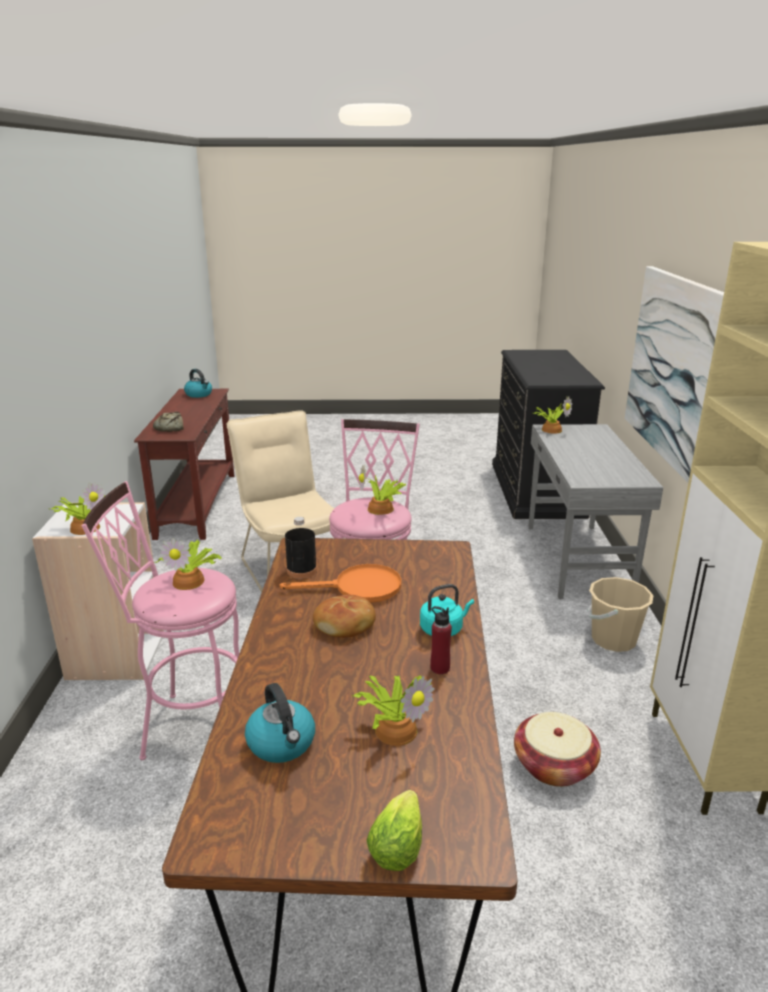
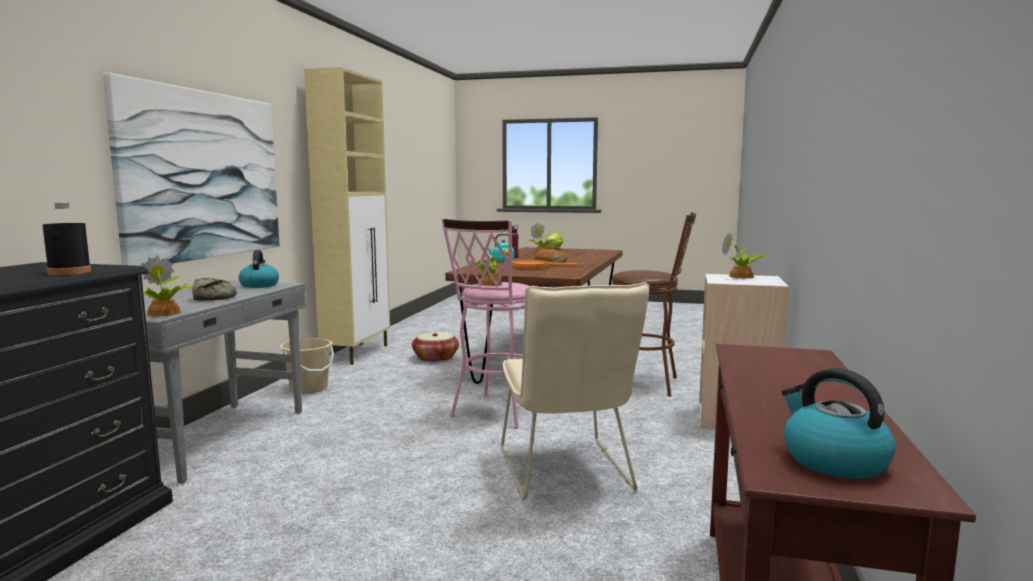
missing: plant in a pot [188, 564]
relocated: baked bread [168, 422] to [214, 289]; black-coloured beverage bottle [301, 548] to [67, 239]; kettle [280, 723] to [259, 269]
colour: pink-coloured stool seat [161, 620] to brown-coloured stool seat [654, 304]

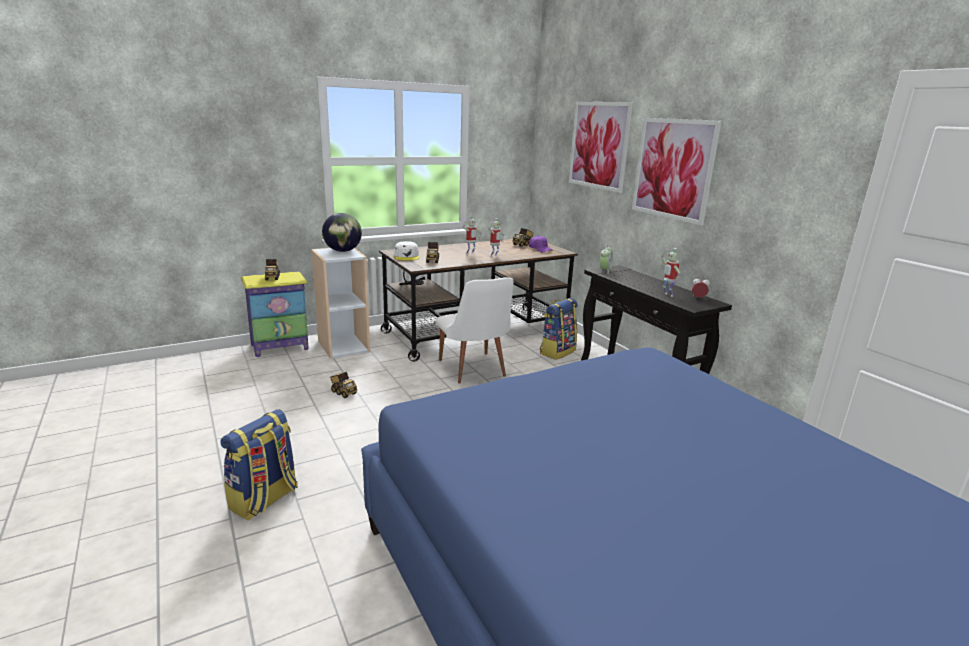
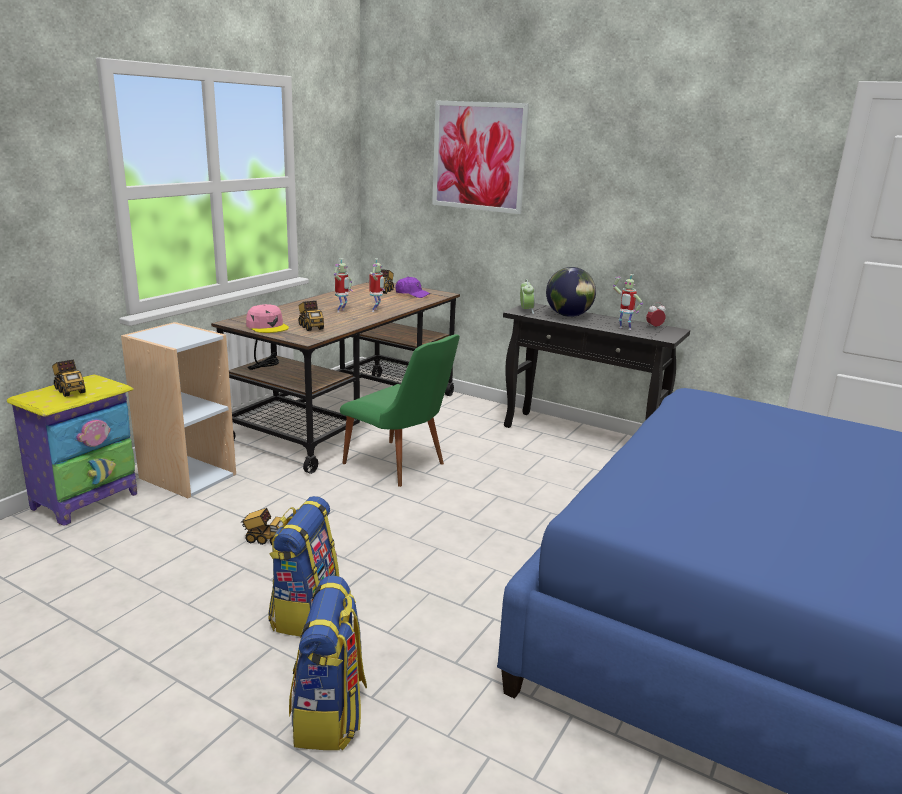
missing: wall art [677, 171]
relocated: globe [342, 232] to [571, 292]; rucksack [559, 329] to [303, 566]
colour: white baseball cap [406, 251] to pink-coloured baseball cap [267, 318]; white plain chair [474, 330] to green plain chair [400, 410]

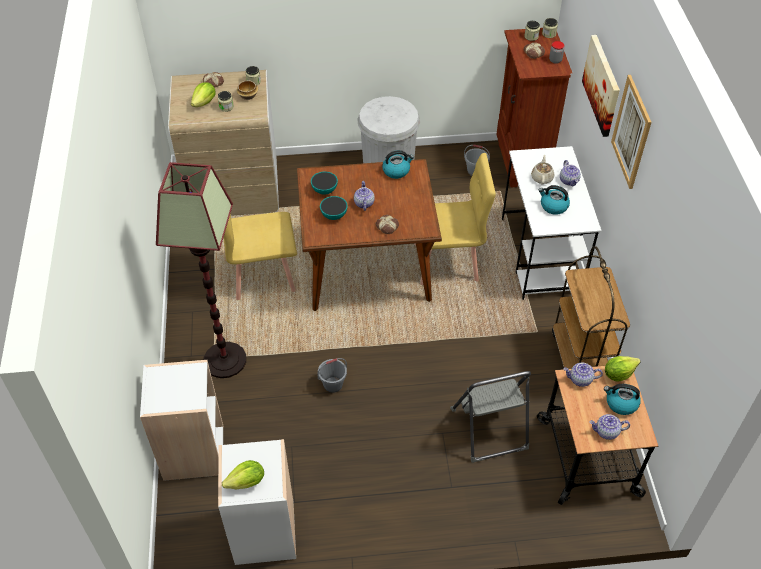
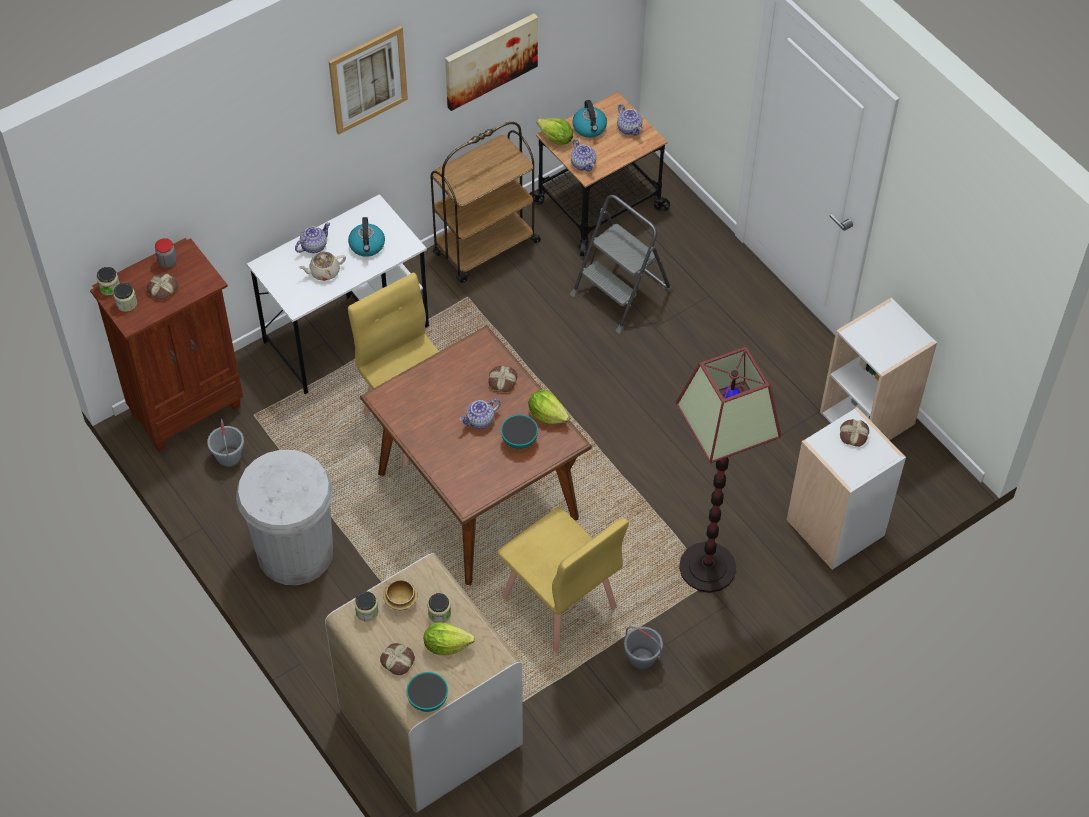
missing: kettle [398, 164]
appeared: baked bread [854, 433]
relocated: wall art [601, 86] to [491, 62]; serving bowl [324, 183] to [427, 692]; greyish pail [332, 375] to [643, 648]; lettuce [243, 474] to [549, 406]

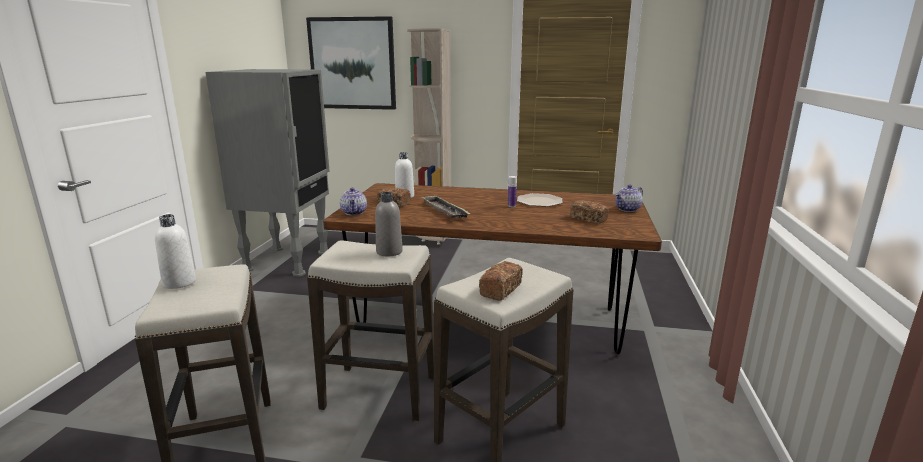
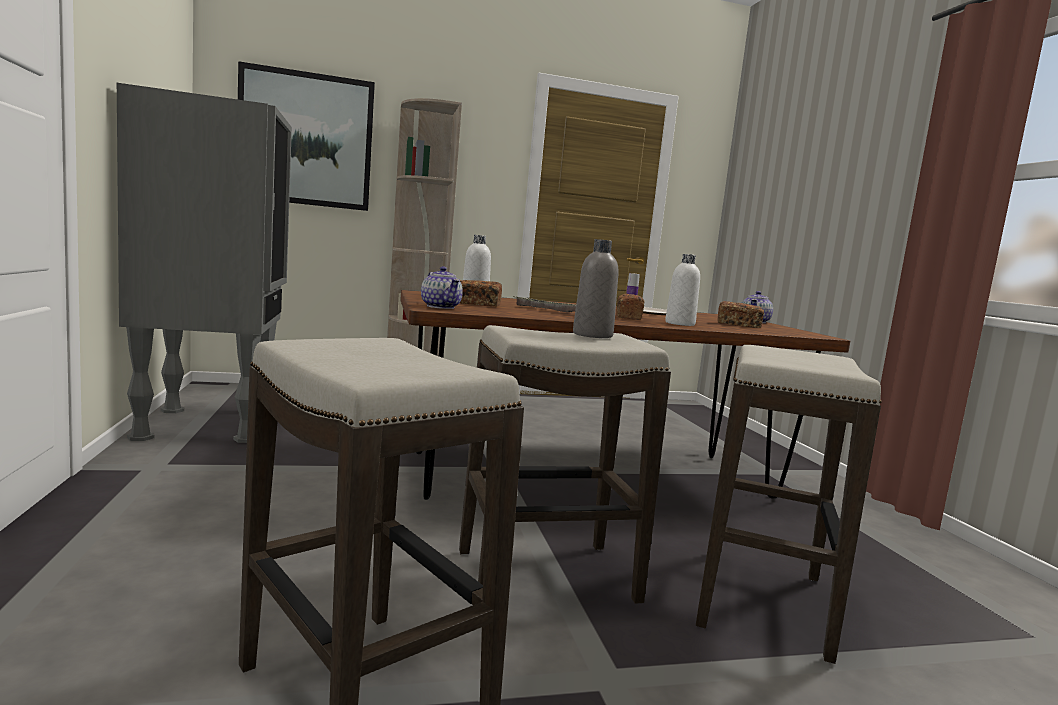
relocated: white beverage bottle [175, 251] to [682, 290]; baked bread [501, 281] to [631, 307]

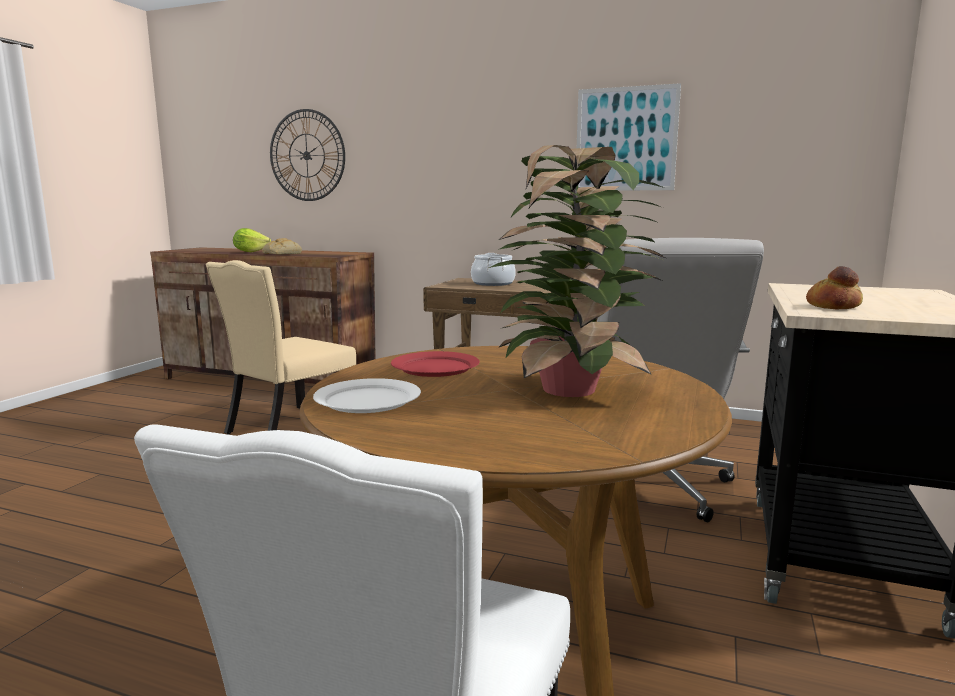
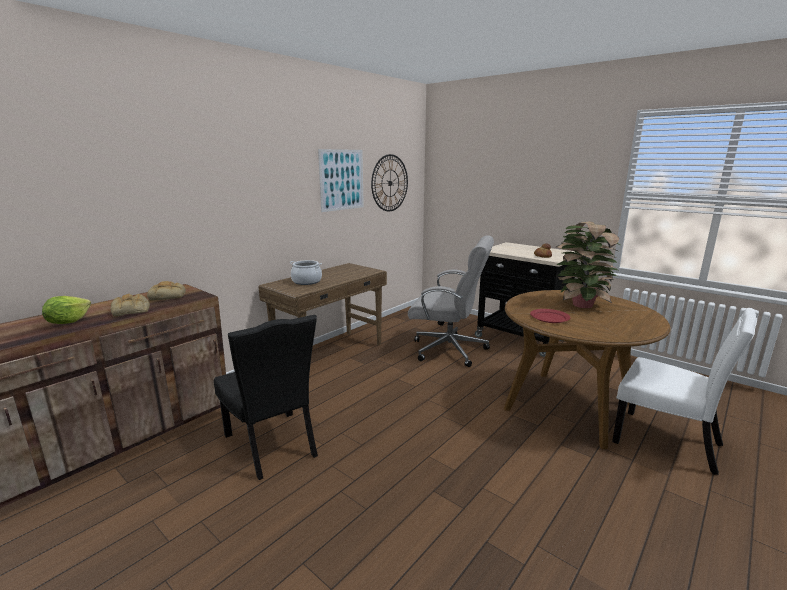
missing: white dinner plate [367, 395]
appeared: baked bread [166, 291]
relocated: hanging clock [307, 155] to [389, 182]
colour: beige-coloured plain chair [281, 347] to black-coloured plain chair [266, 397]

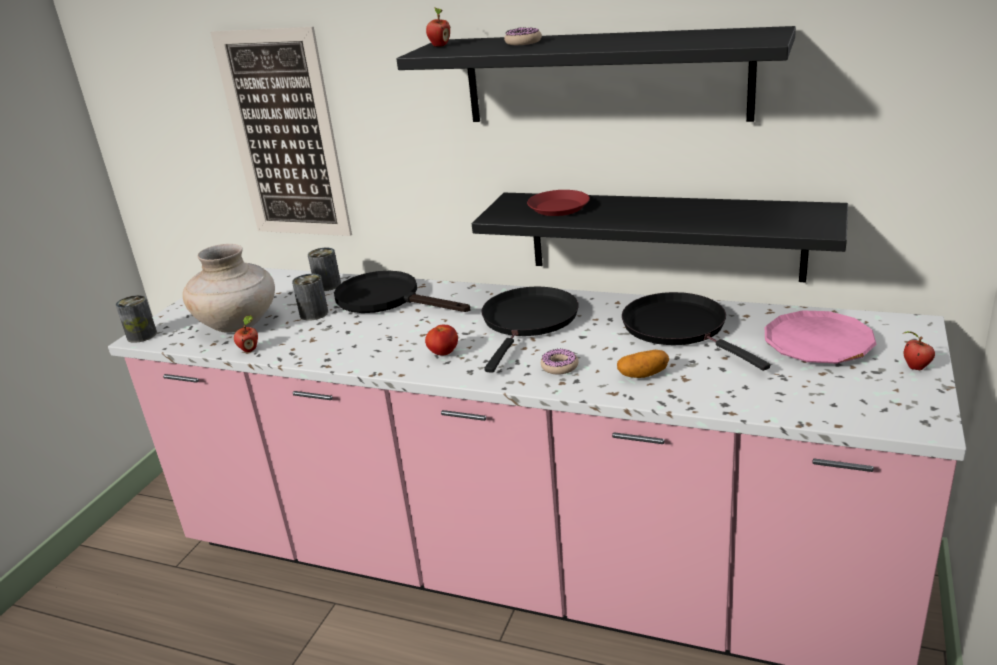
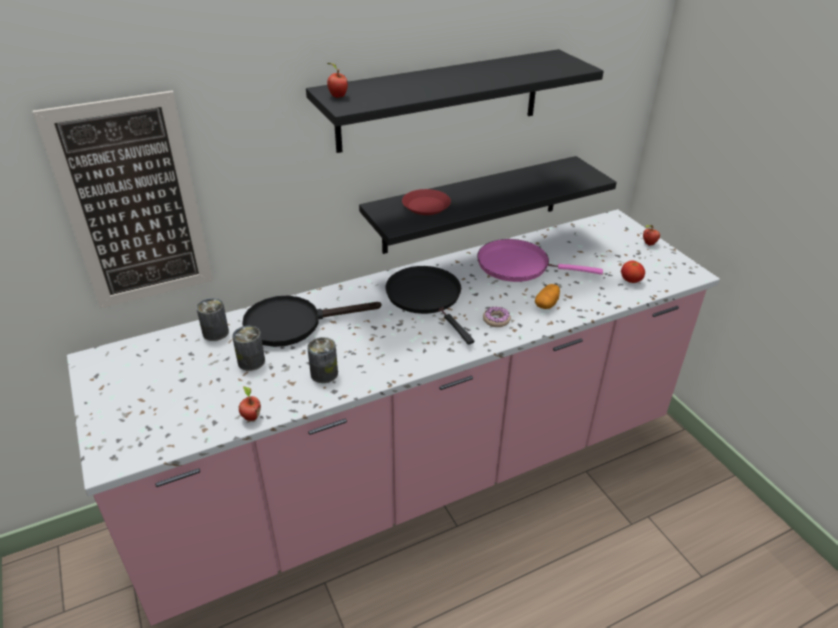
missing: ring doughnut [523, 36]; beige-coloured flower vase [229, 288]; pink-coloured dinner plate [821, 336]
relocated: can [136, 319] to [322, 360]; whole tomato [441, 340] to [633, 271]
colour: black-coloured frying pan [696, 331] to pink-coloured frying pan [540, 260]

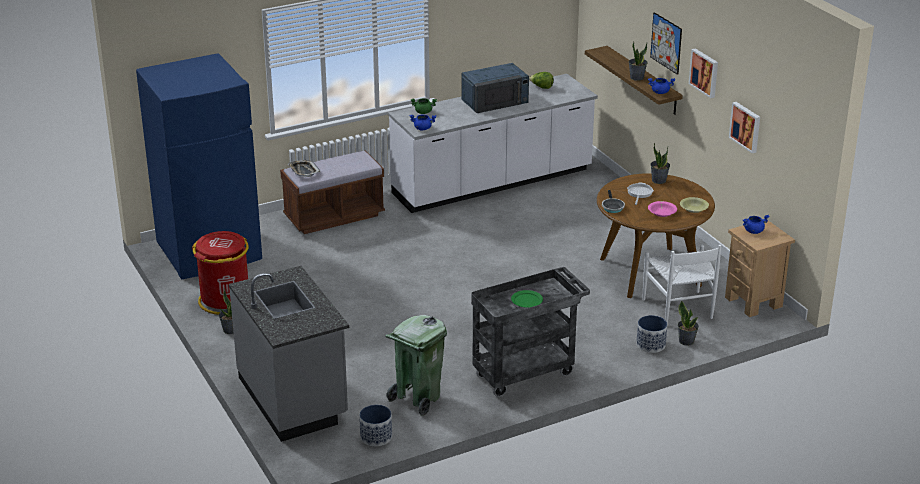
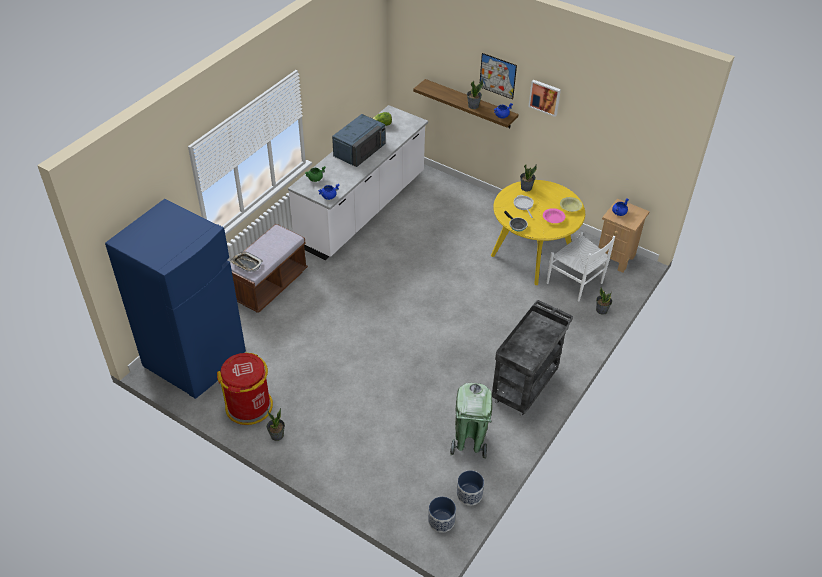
missing: wall art [744, 127]; greyish counter [289, 354]; green dinner plate [527, 299]
relocated: plant pot [651, 334] to [442, 514]
colour: brown-coloured kitchen table [656, 235] to yellowish kitchen table [538, 232]

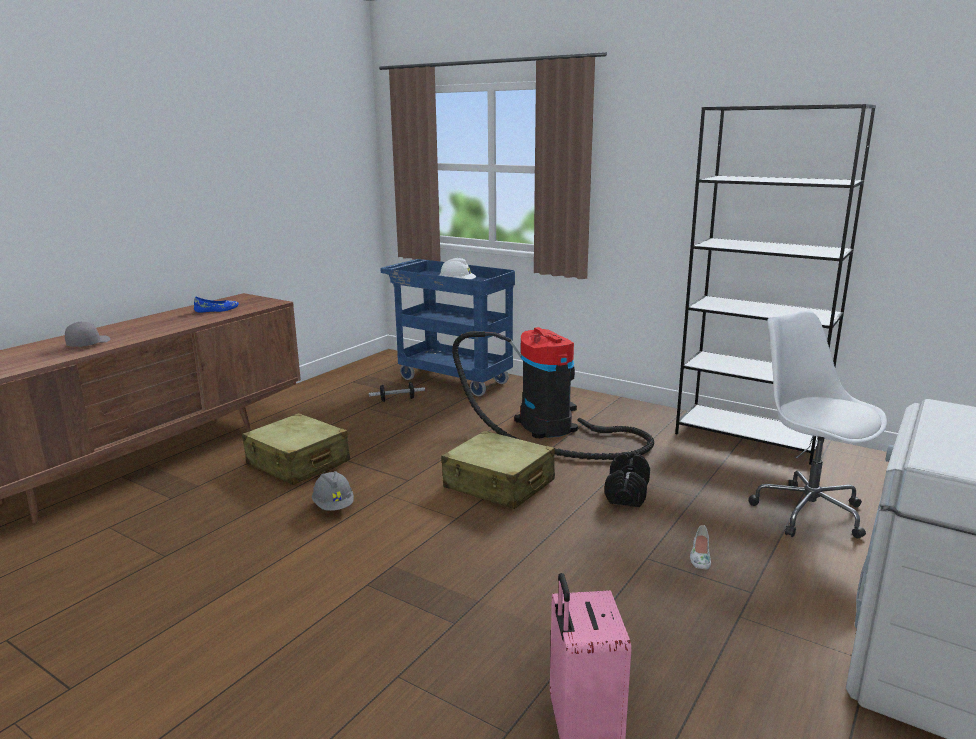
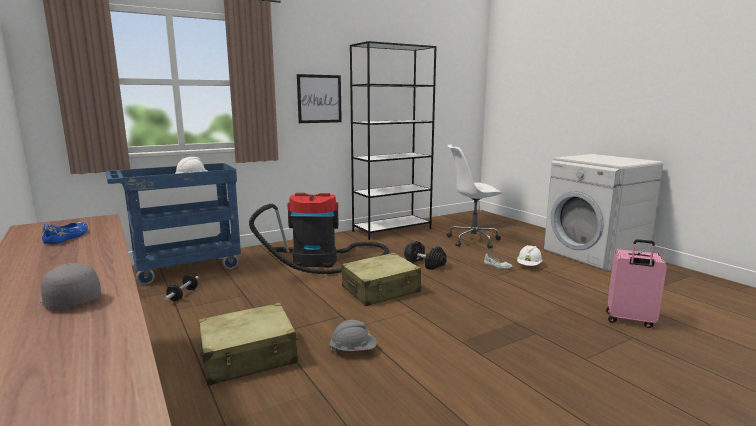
appeared: wall art [319, 98]; white work helmet [530, 255]

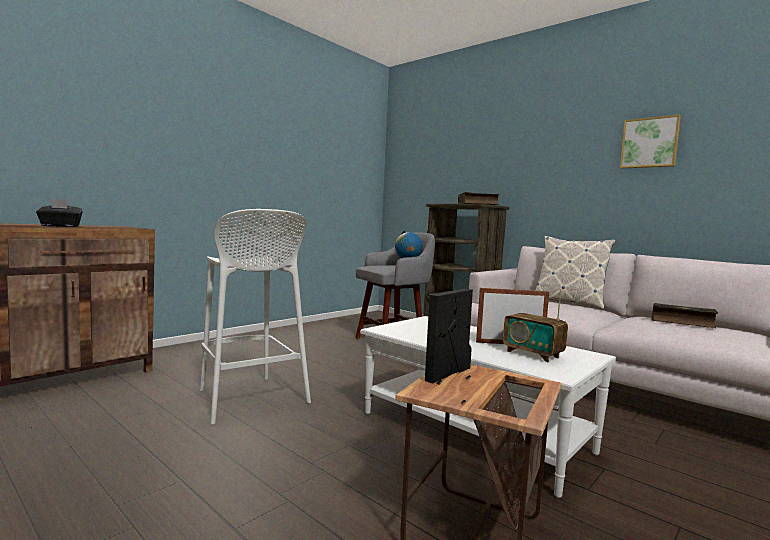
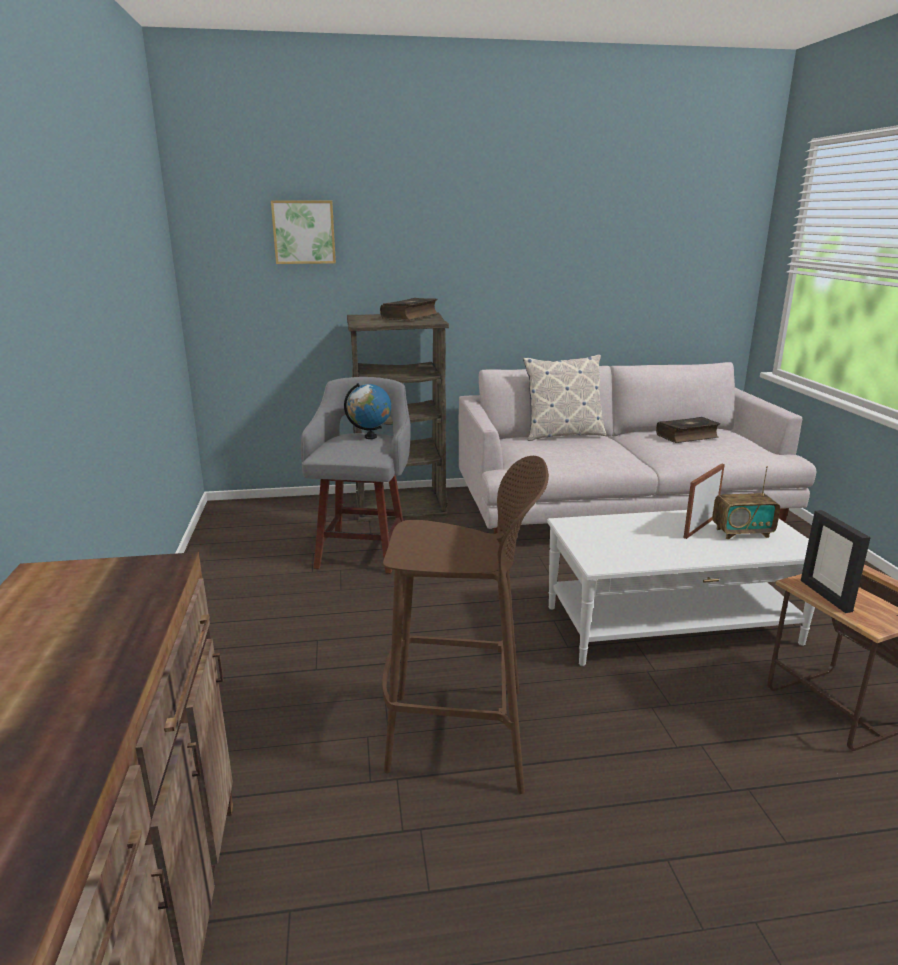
missing: black-coloured box of tissues [59, 212]
relocated: wall art [650, 141] to [303, 232]
colour: white stool seat [255, 316] to brown-coloured stool seat [465, 625]

